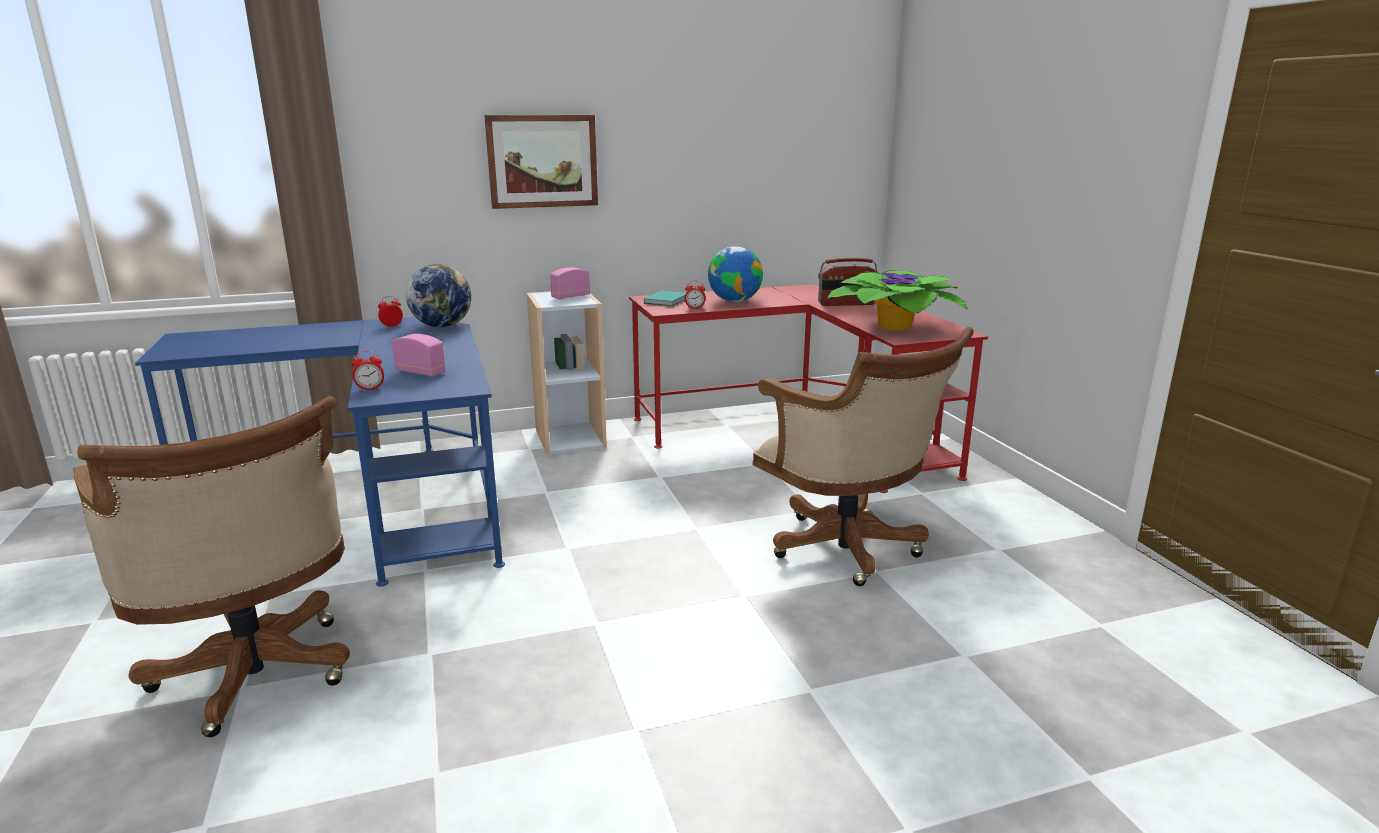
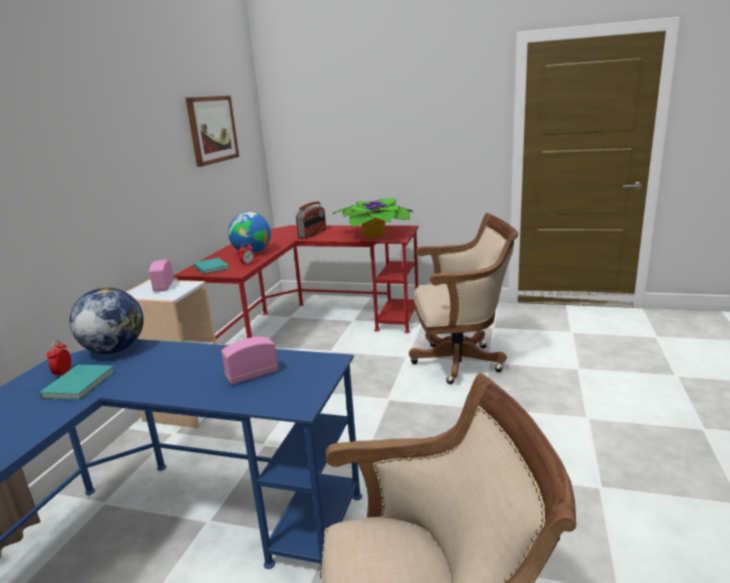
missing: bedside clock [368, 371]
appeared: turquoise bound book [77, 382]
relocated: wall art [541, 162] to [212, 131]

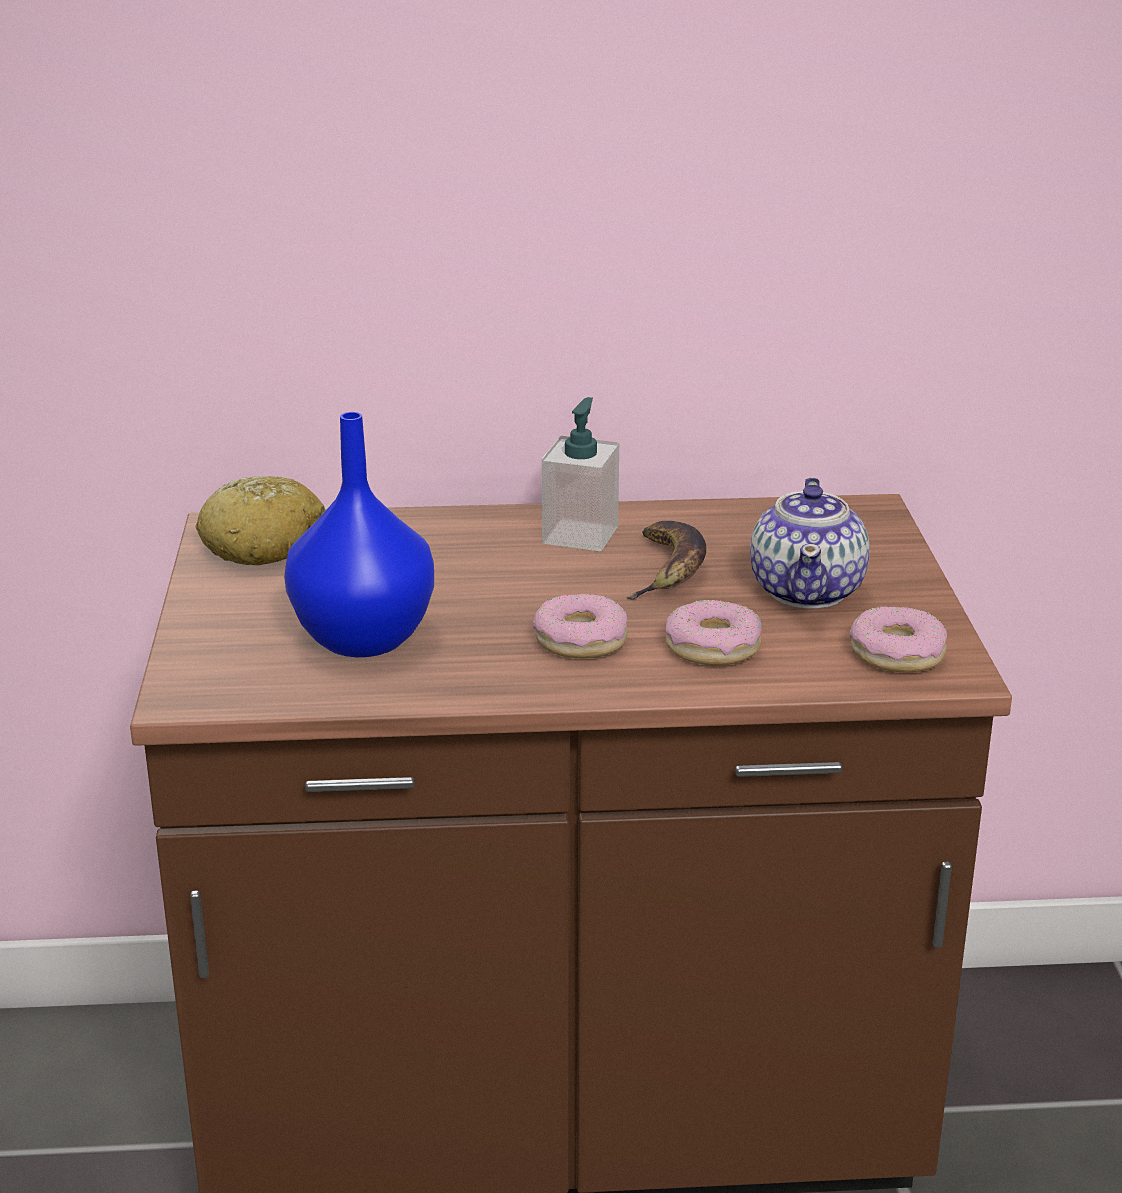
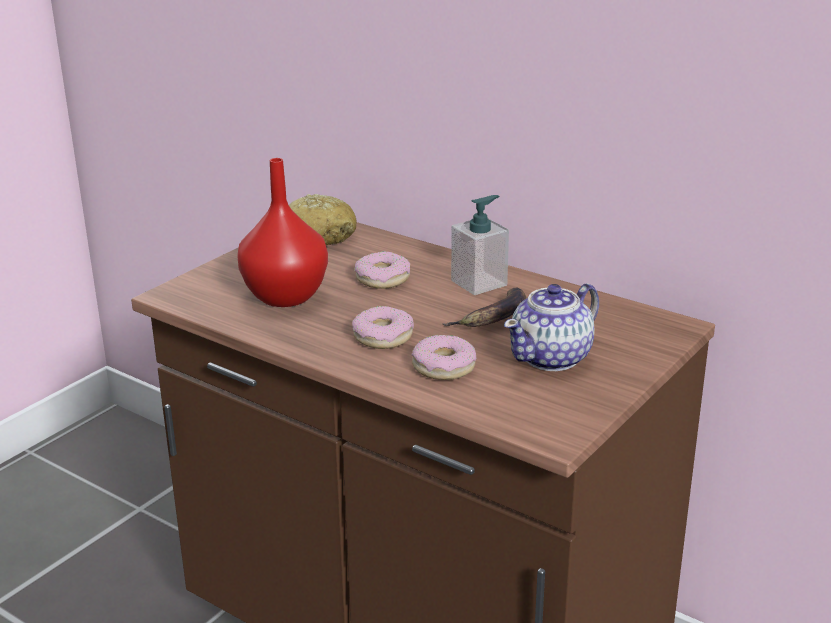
relocated: ring doughnut [898, 639] to [382, 270]
colour: blue flower vase [359, 534] to reddish flower vase [282, 232]

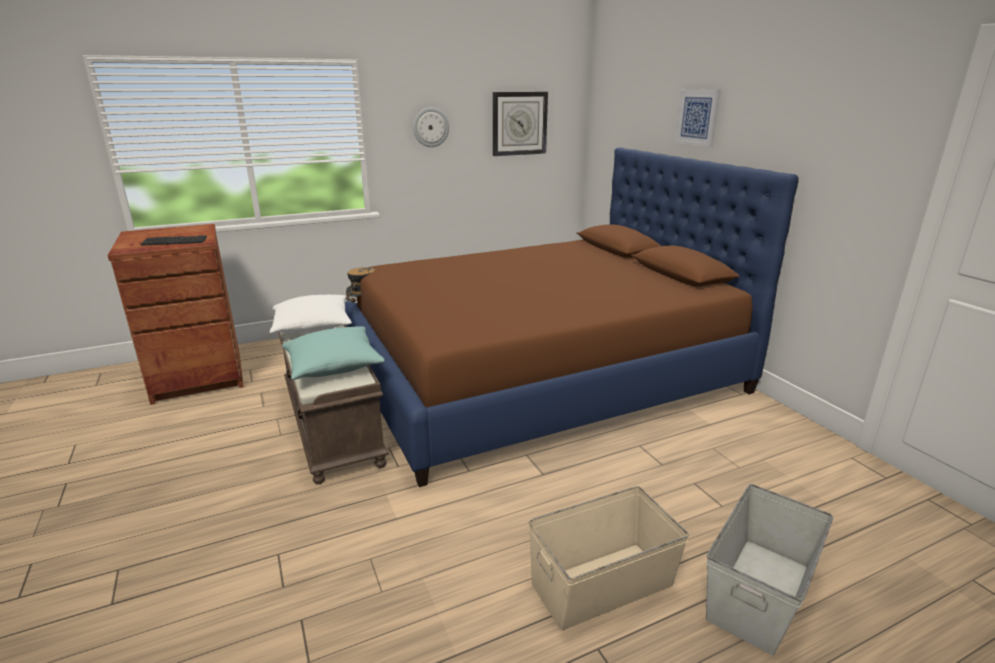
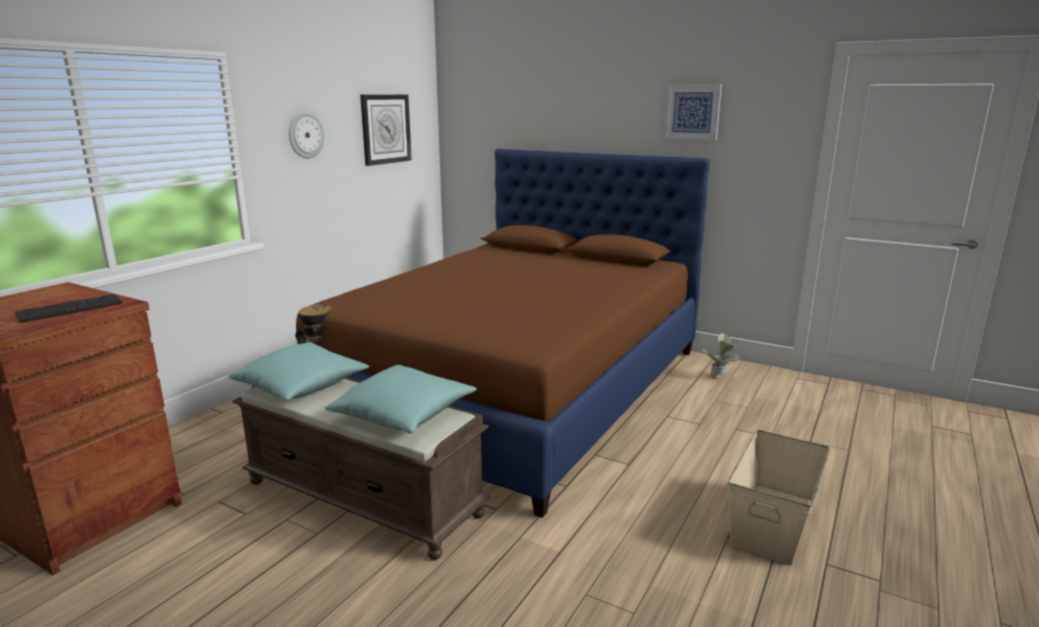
missing: greyish storage bin [769, 569]
appeared: plant in a pot [721, 354]
relocated: wall art [697, 118] to [693, 112]
colour: white cushion [311, 314] to turquoise cushion [298, 371]

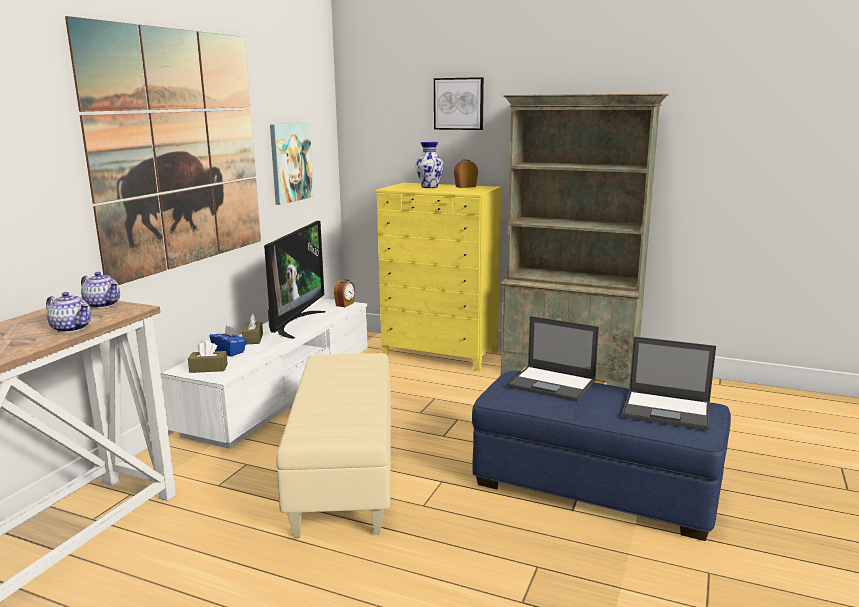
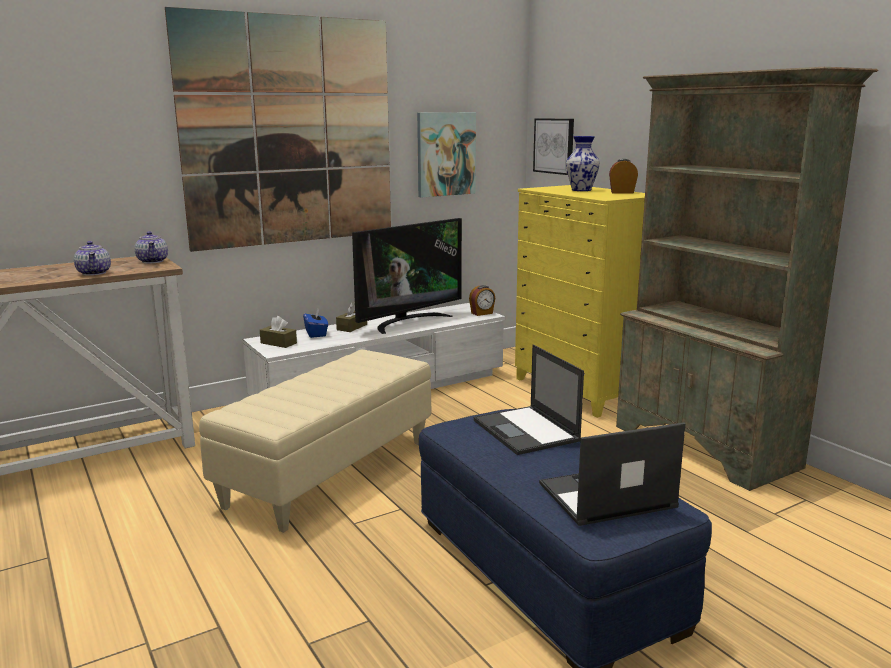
relocated: wall art [459, 103] to [553, 146]
spun: portable computer [669, 383] = [612, 474] 105 degrees clockwise

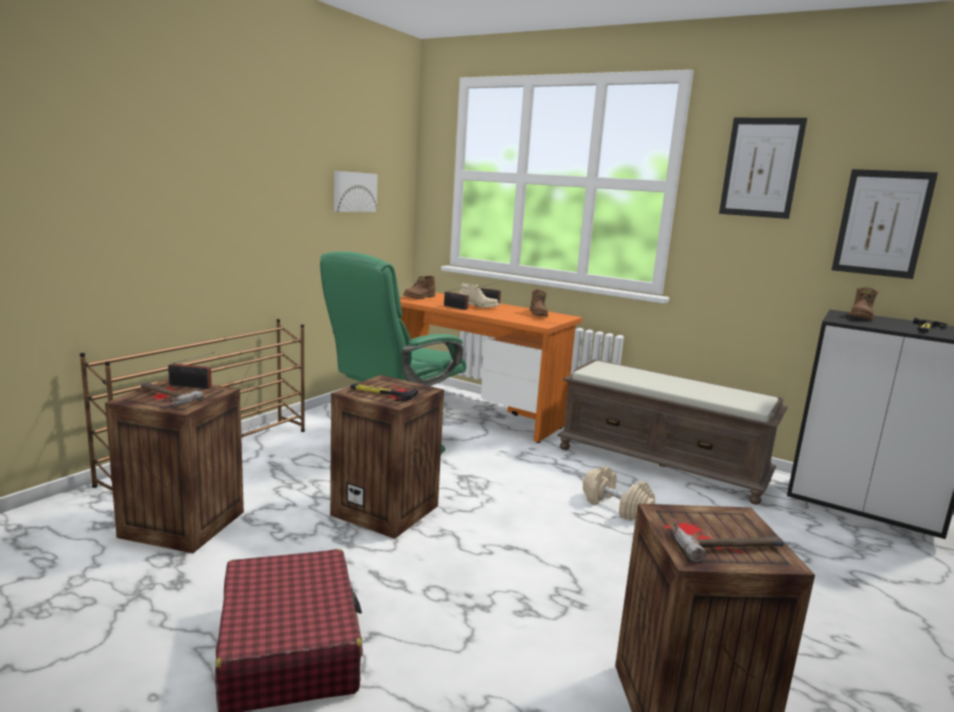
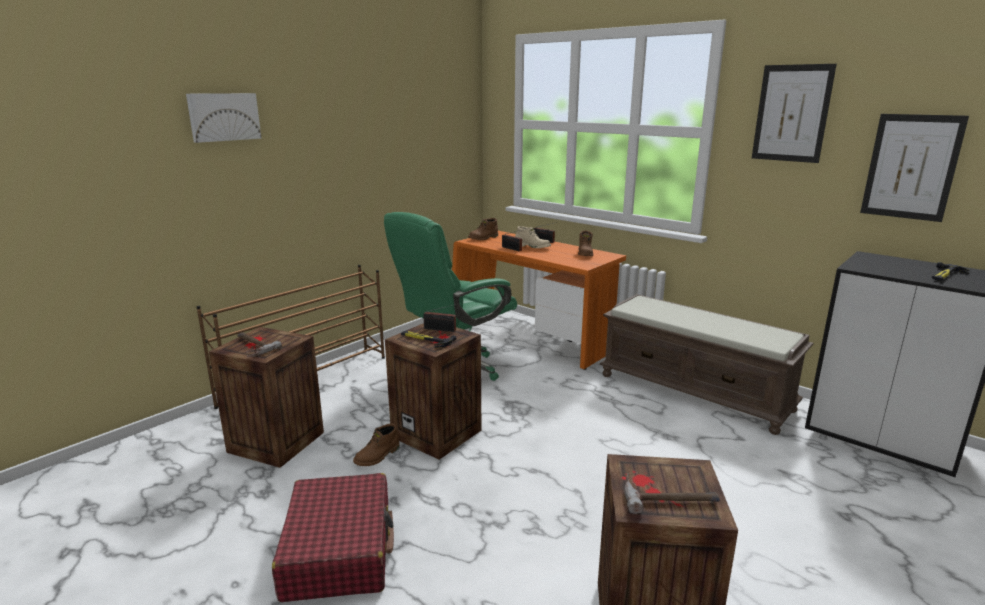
missing: beige-coloured dumbbell [619, 493]
relocated: wall art [356, 191] to [224, 118]; brown-coloured boot [863, 303] to [376, 445]; radio receiver [191, 370] to [440, 318]

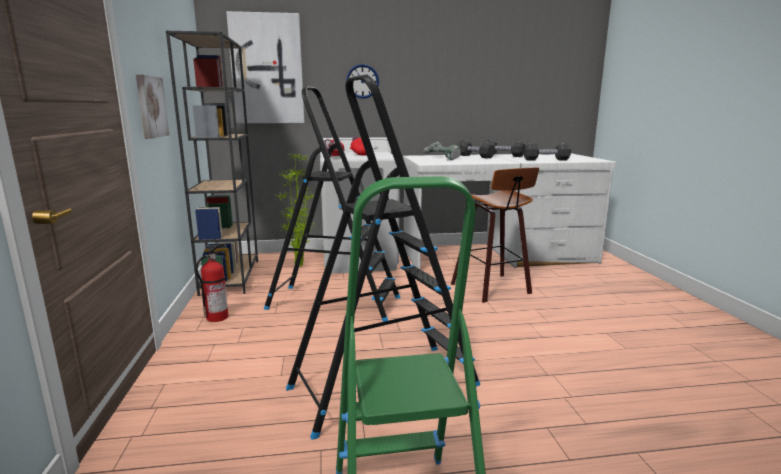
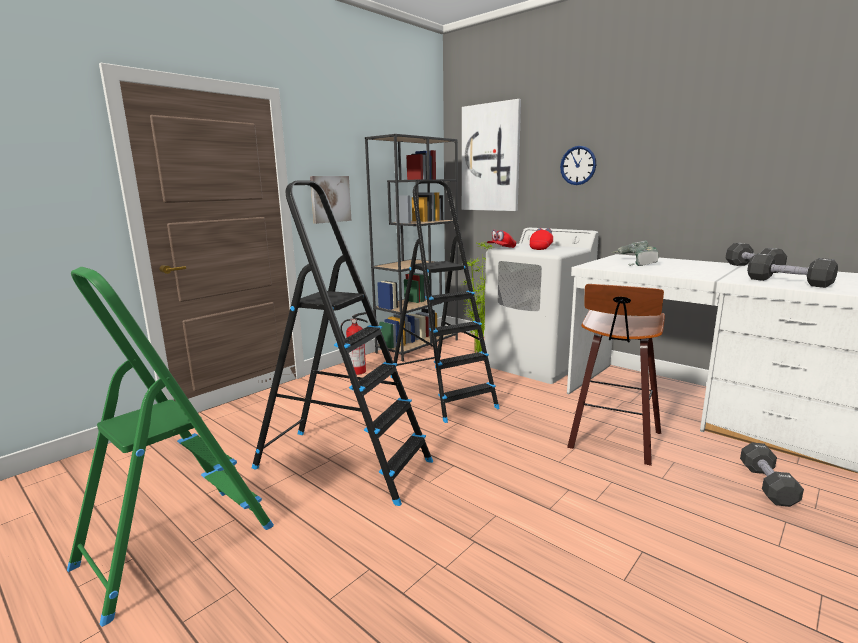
relocated: black-coloured dumbbell [476, 149] to [772, 475]

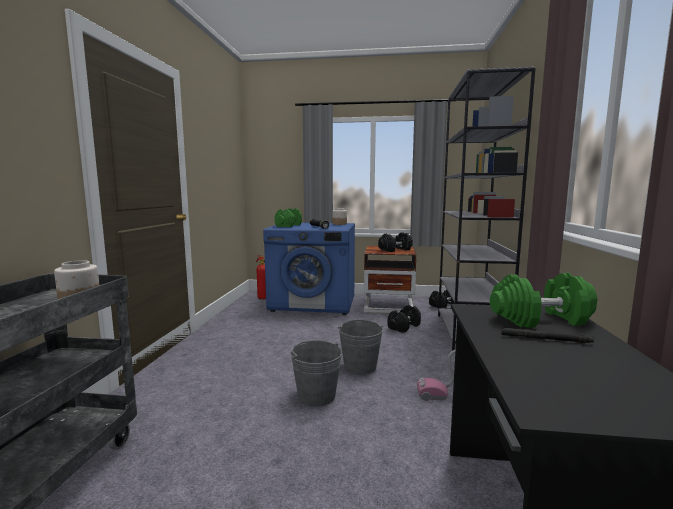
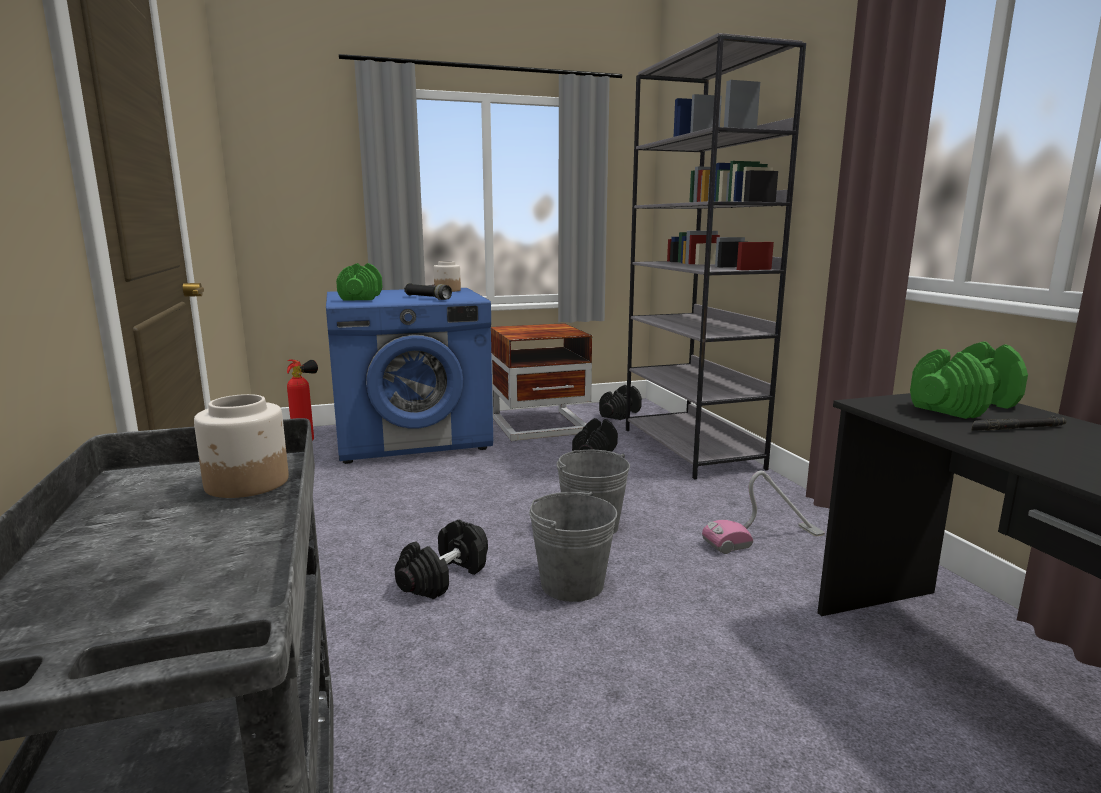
relocated: black-coloured dumbbell [395, 242] to [441, 559]

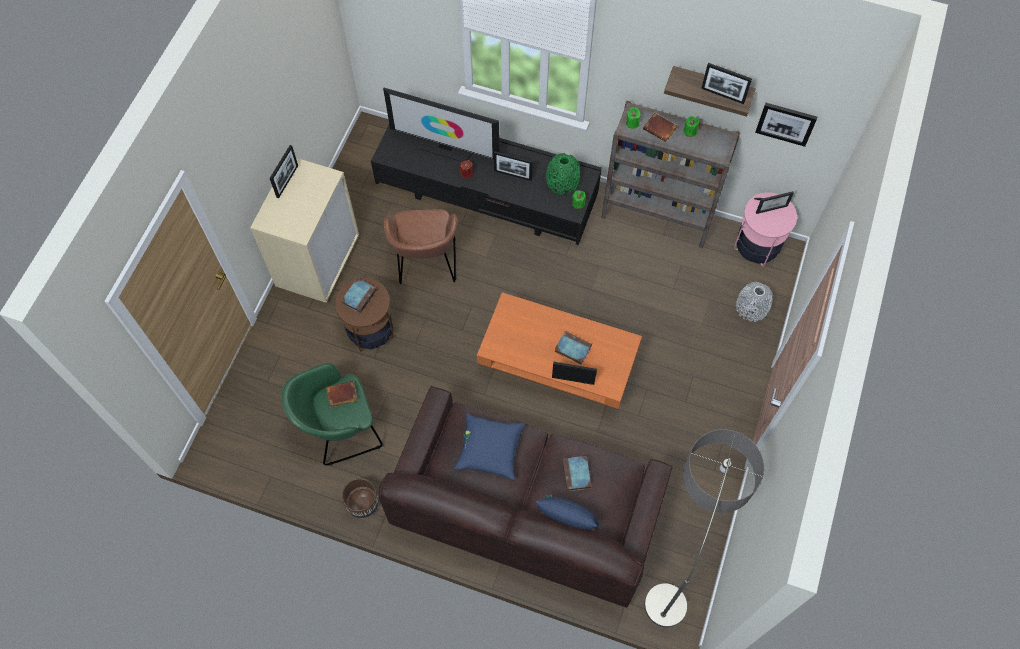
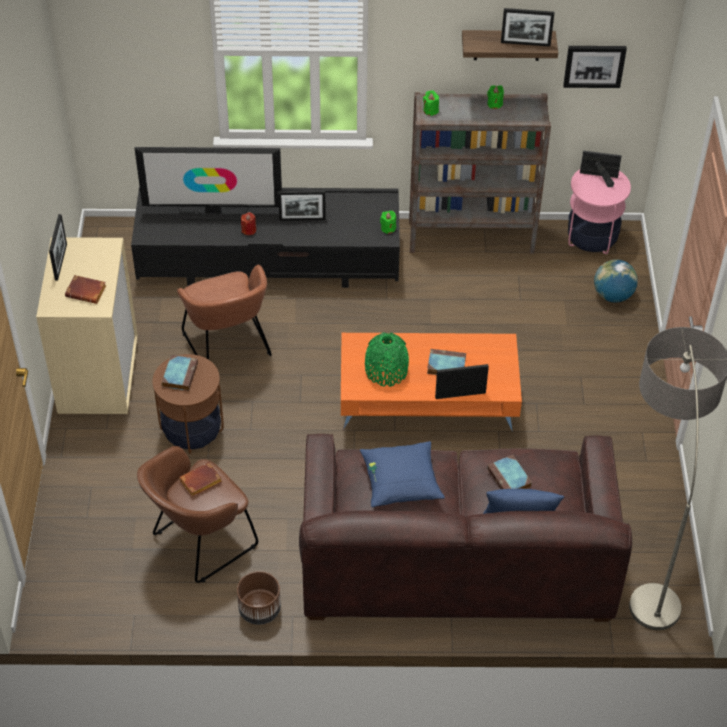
relocated: brown-coloured bound book [660, 127] to [85, 289]; green flower vase [563, 174] to [387, 360]
exchanged: greyish flower vase [754, 302] to globe [616, 281]
colour: green armchair [332, 414] to brown-coloured armchair [197, 514]
spun: photo frame [774, 202] = [601, 169] 135 degrees counterclockwise

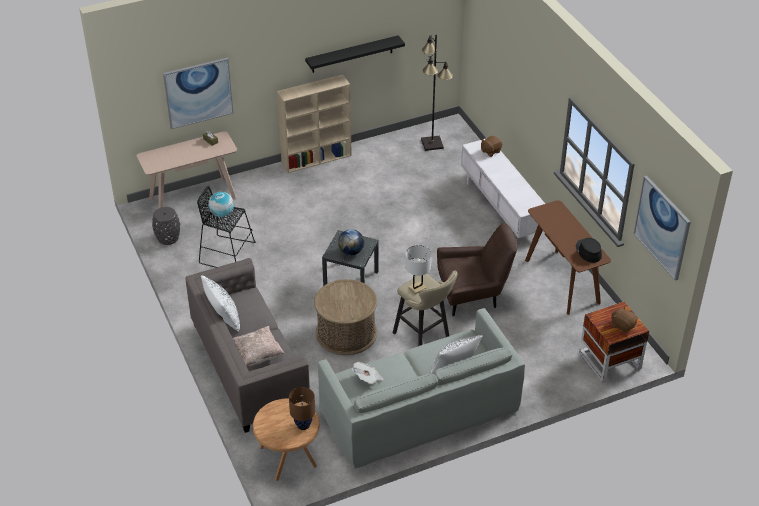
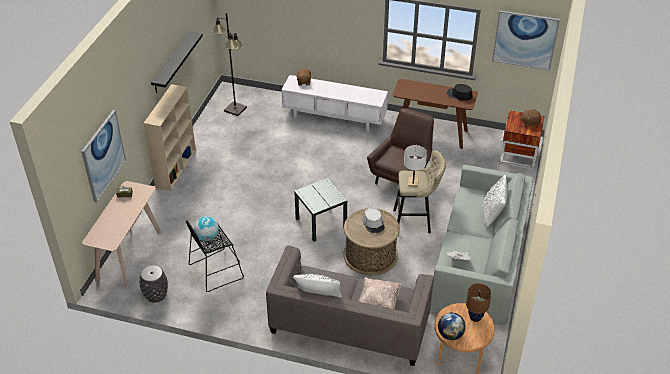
appeared: greyish wearable hat [374, 220]
relocated: globe [351, 242] to [452, 326]

